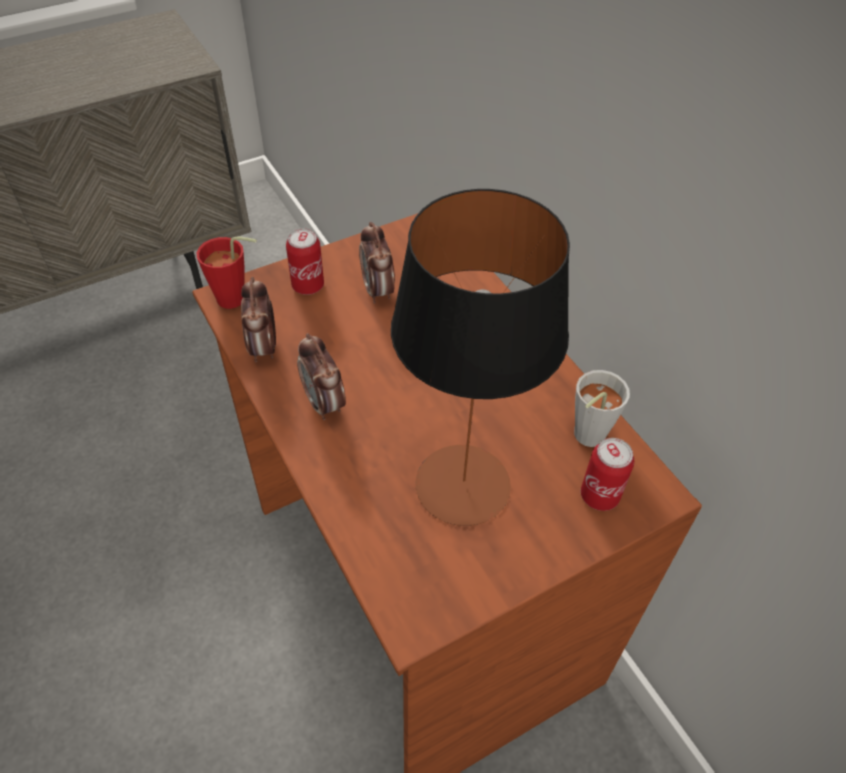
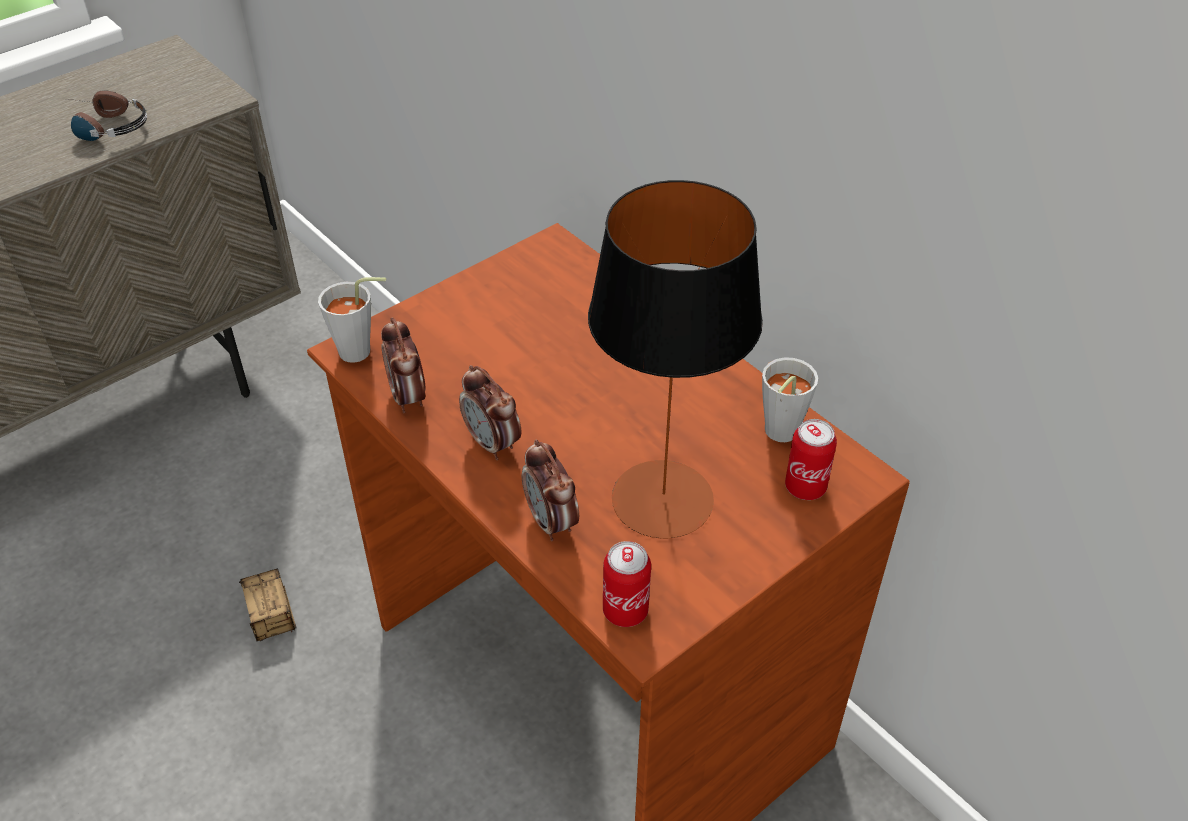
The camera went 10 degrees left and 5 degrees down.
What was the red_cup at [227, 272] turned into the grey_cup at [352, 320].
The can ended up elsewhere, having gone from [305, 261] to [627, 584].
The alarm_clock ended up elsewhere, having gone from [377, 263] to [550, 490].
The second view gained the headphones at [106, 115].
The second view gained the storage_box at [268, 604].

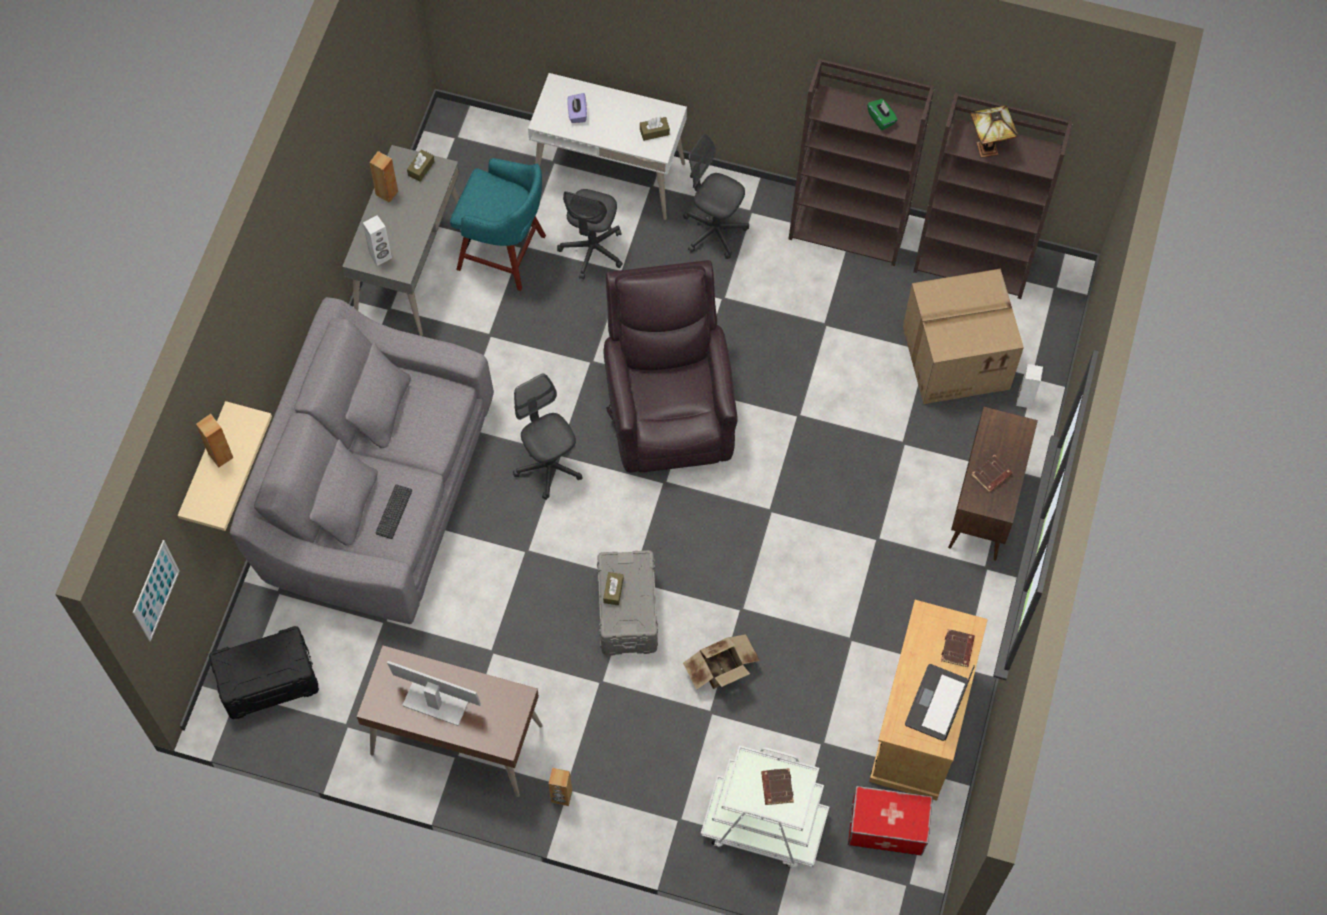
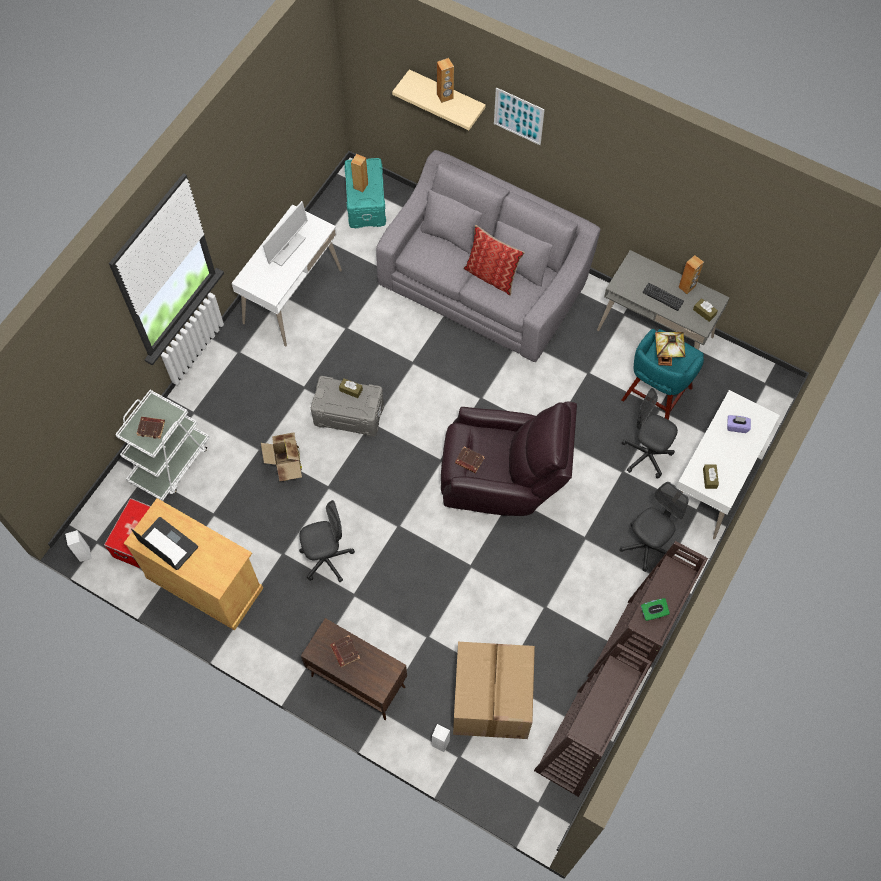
The camera went 105 degrees right and 0 degrees up.
The picture ended up elsewhere, having gone from [156, 591] to [519, 116].
What was the black_storage_box at [264, 672] turned into the turquoise_storage_box at [365, 193].
What was the brown_desk at [450, 721] turned into the white_desk at [287, 275].
The white_speaker ended up elsewhere, having gone from [377, 240] to [78, 546].
The keyboard ended up elsewhere, having gone from [393, 511] to [663, 297].
The grey_office_chair ended up elsewhere, having gone from [548, 436] to [327, 541].
The brown_speaker ended up elsewhere, having gone from [560, 787] to [359, 173].
The brown_book ended up elsewhere, having gone from [958, 648] to [470, 460].
The table_lamp ended up elsewhere, having gone from [994, 131] to [670, 349].
The second view gained the pillow at [494, 260].

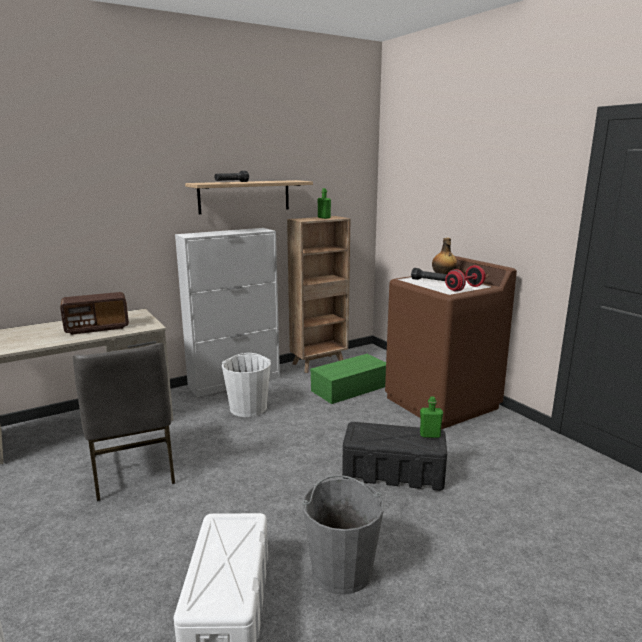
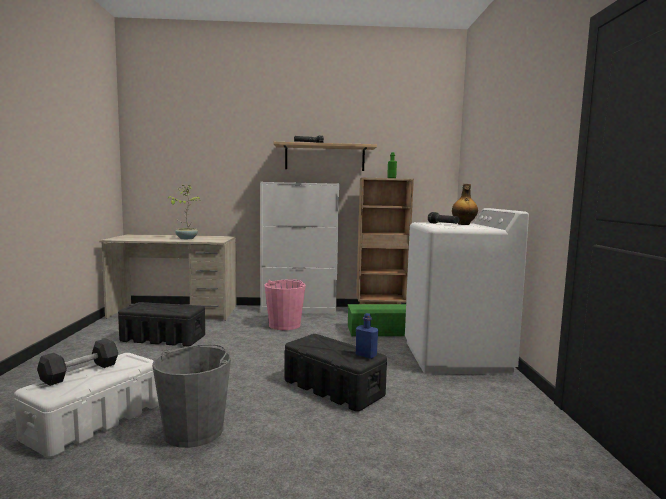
The camera went 30 degrees right and 10 degrees down.
Where the radio stood at [94, 313], the potted_plant came to stand at [184, 212].
Where the grey_chair stood at [124, 422], the black_storage_box came to stand at [161, 324].
What was the white_bucket at [246, 385] turned into the pink_bucket at [285, 304].
What was the brown_washing_machine at [451, 342] turned into the white_washing_machine at [467, 291].
What was the green_bottle at [431, 417] turned into the blue_bottle at [367, 336].
The second view lost the red_dumbbell at [465, 278].
The second view gained the black_dumbbell at [77, 362].

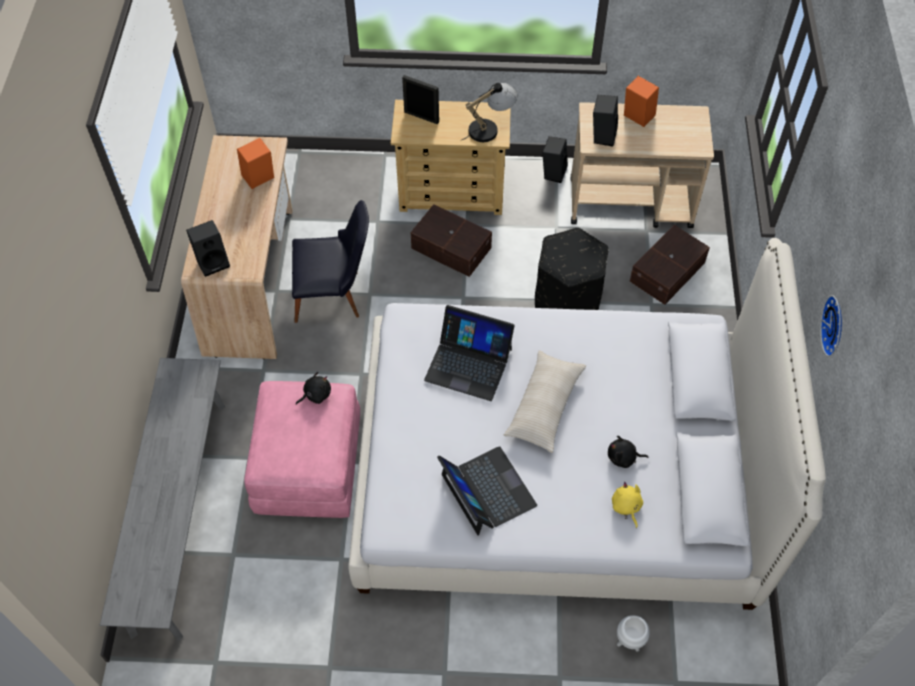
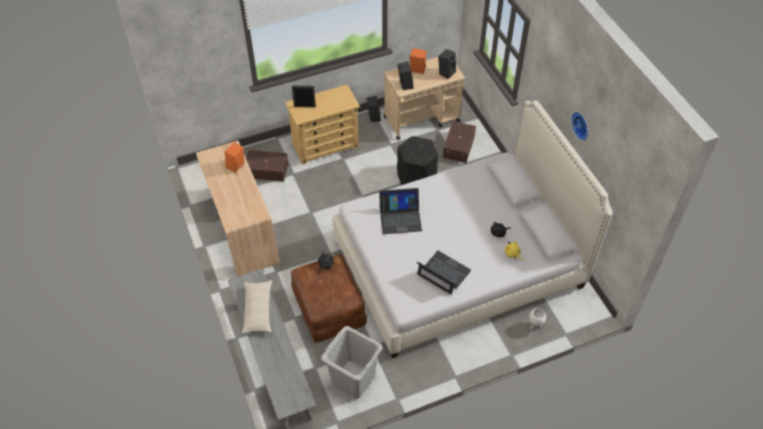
The camera went 25 degrees left and 5 degrees down.
The black_speaker ended up elsewhere, having gone from [208, 248] to [447, 64].
What was the pink_ottoman at [302, 449] turned into the brown_ottoman at [329, 298].
The second view lost the black_chair at [330, 261].
The brown_storage_box ended up elsewhere, having gone from [451, 240] to [267, 165].
The second view lost the table_lamp at [488, 112].
The beige_pillow ended up elsewhere, having gone from [545, 401] to [257, 306].
The second view gained the grey_laundry_basket at [352, 362].

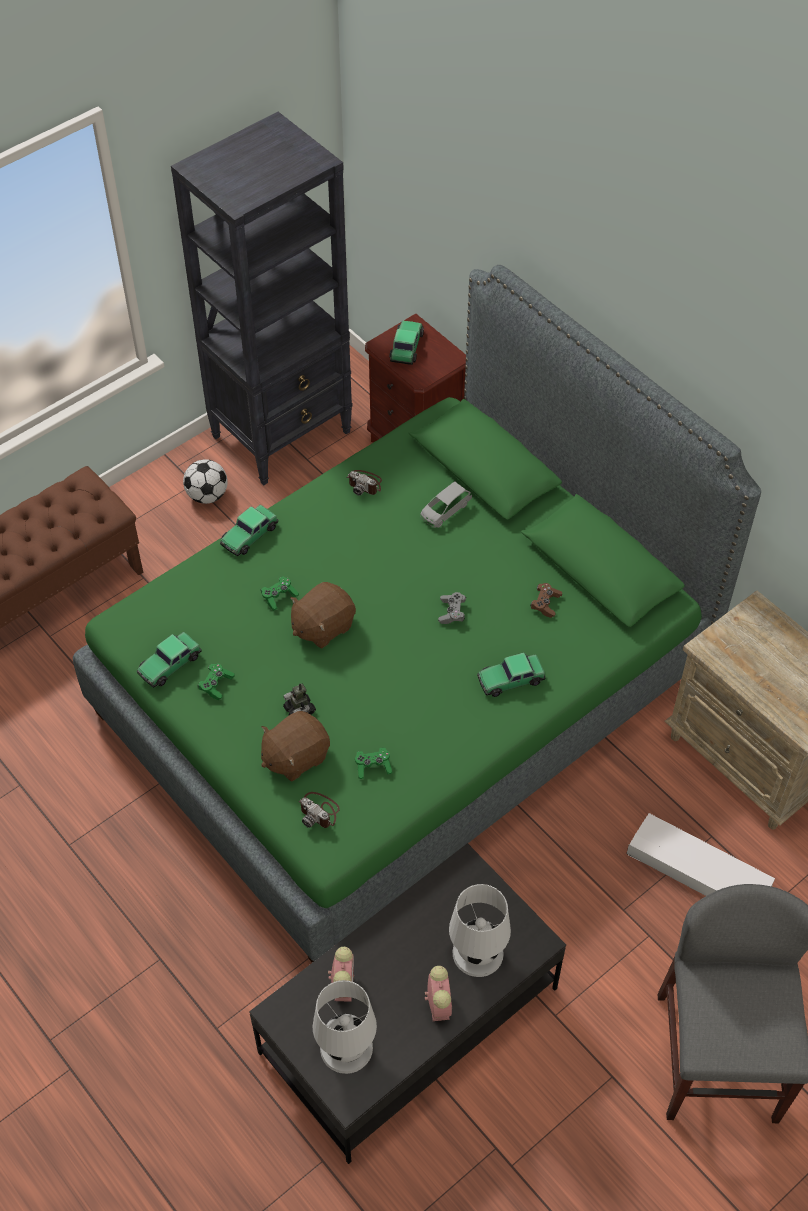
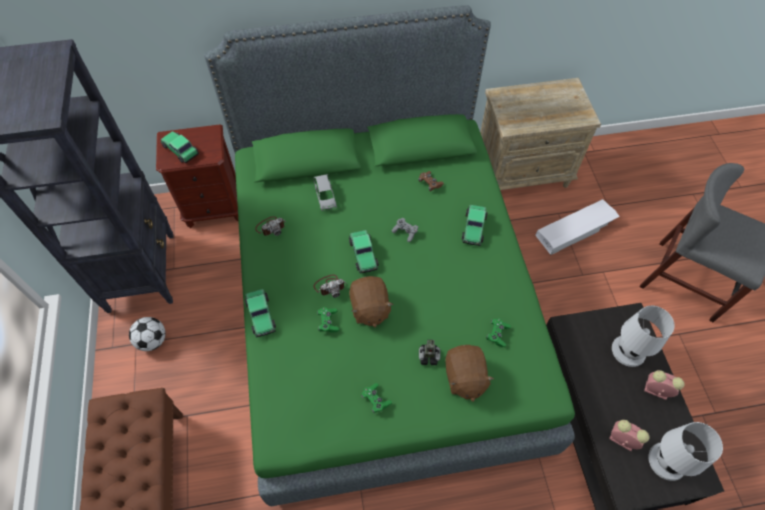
The camera went 60 degrees left and 5 degrees up.
The toy_car ended up elsewhere, having gone from [169, 660] to [364, 252].
The photo_camera ended up elsewhere, having gone from [319, 810] to [330, 286].

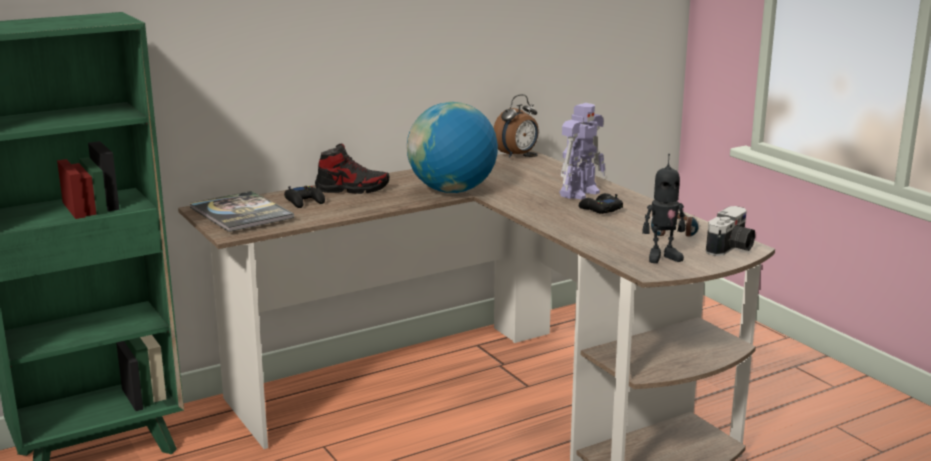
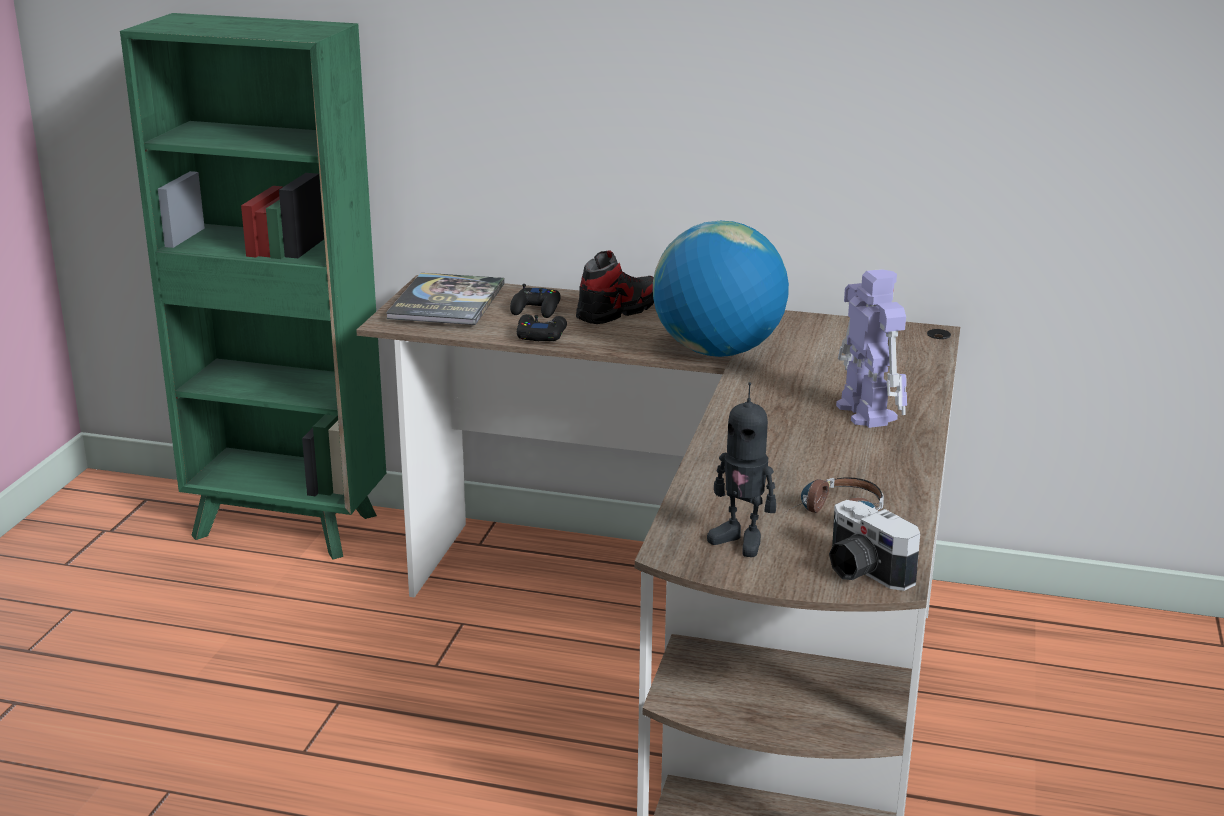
The camera went 45 degrees right and 5 degrees up.
The shoe at [352, 169] ended up facing another way, 90 degrees counterclockwise from before.
The second view lost the alarm_clock at [516, 126].
The toy_robot at [582, 151] ended up facing another way, 105 degrees counterclockwise from before.
The black_game_controller ended up elsewhere, having gone from [601, 203] to [542, 327].
The photo_camera at [730, 231] ended up facing another way, 60 degrees clockwise from before.

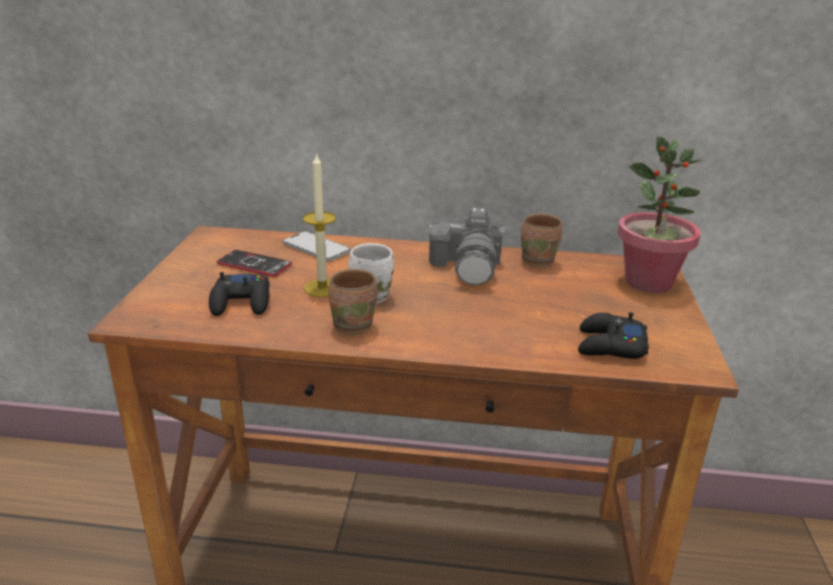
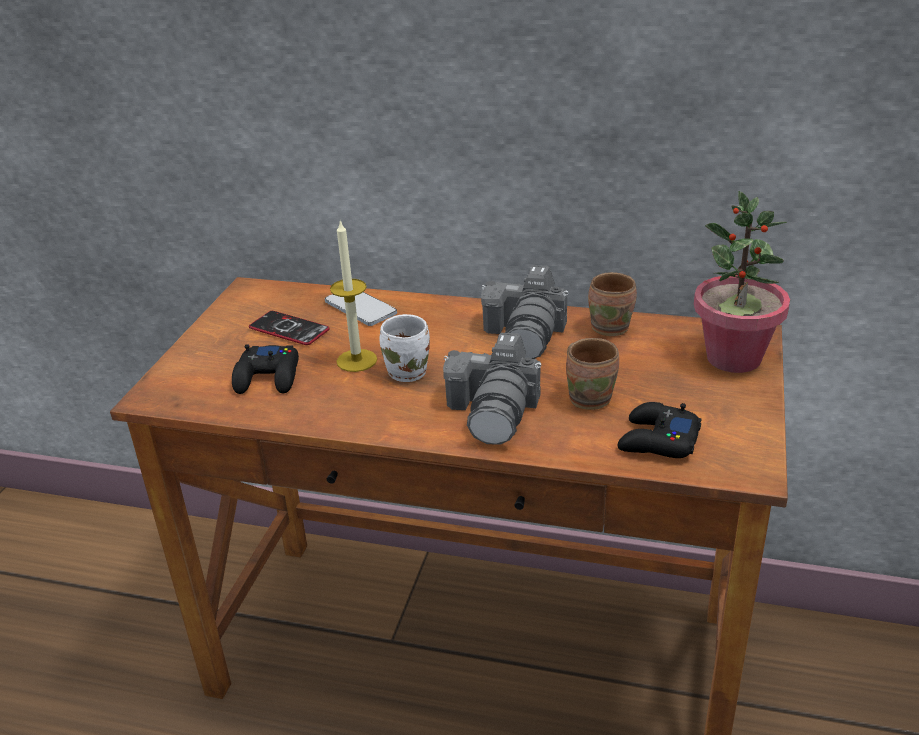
The camera went 10 degrees right and 5 degrees up.
The brown_mug ended up elsewhere, having gone from [353, 302] to [592, 374].
The second view gained the photo_camera at [492, 388].

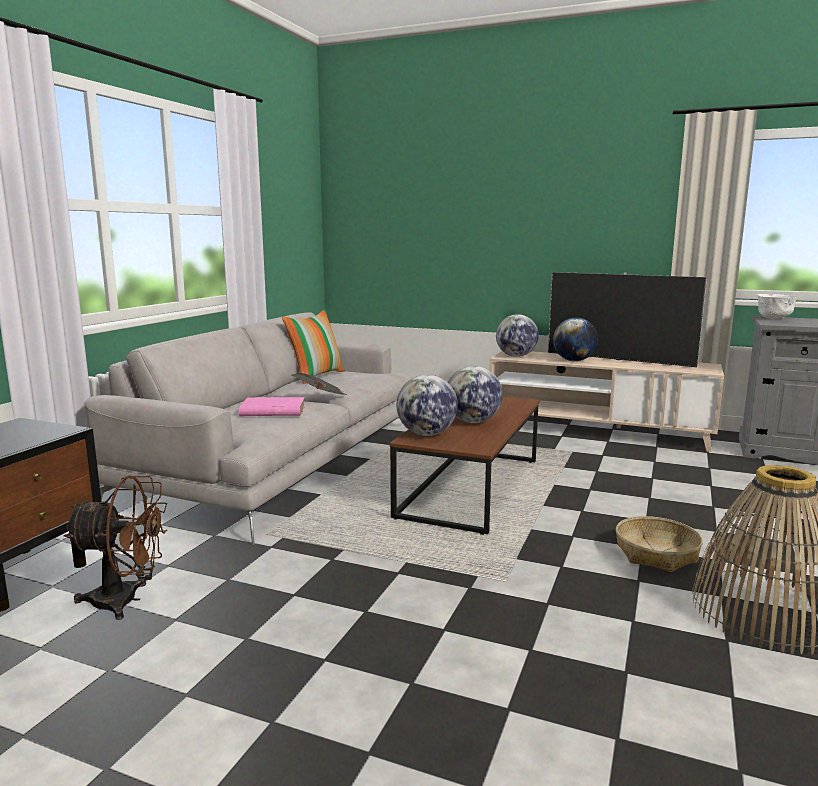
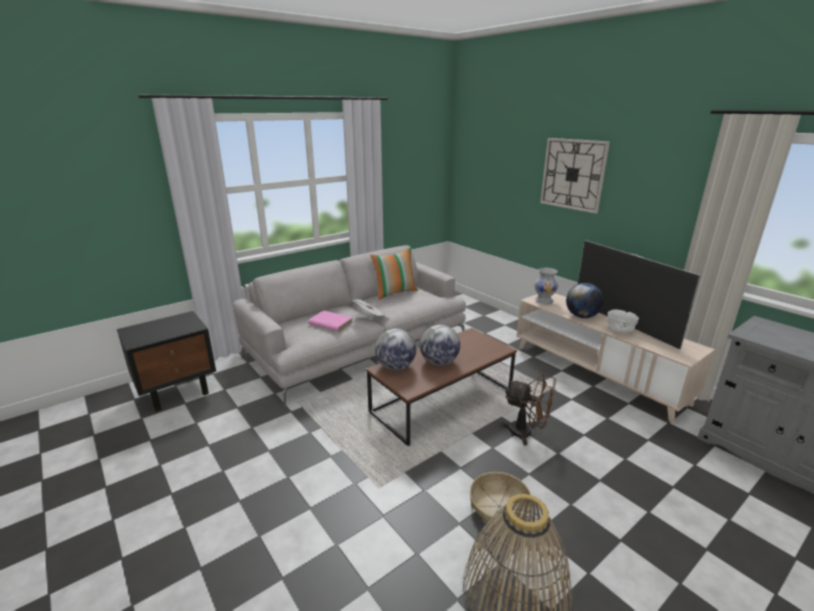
The camera went 30 degrees right and 10 degrees up.
The brown_fan ended up elsewhere, having gone from [115, 547] to [528, 409].
Where the globe stood at [517, 335], the white_vase came to stand at [546, 286].
The white_bowl ended up elsewhere, having gone from [777, 306] to [623, 322].
The second view gained the wall_clock at [575, 176].

